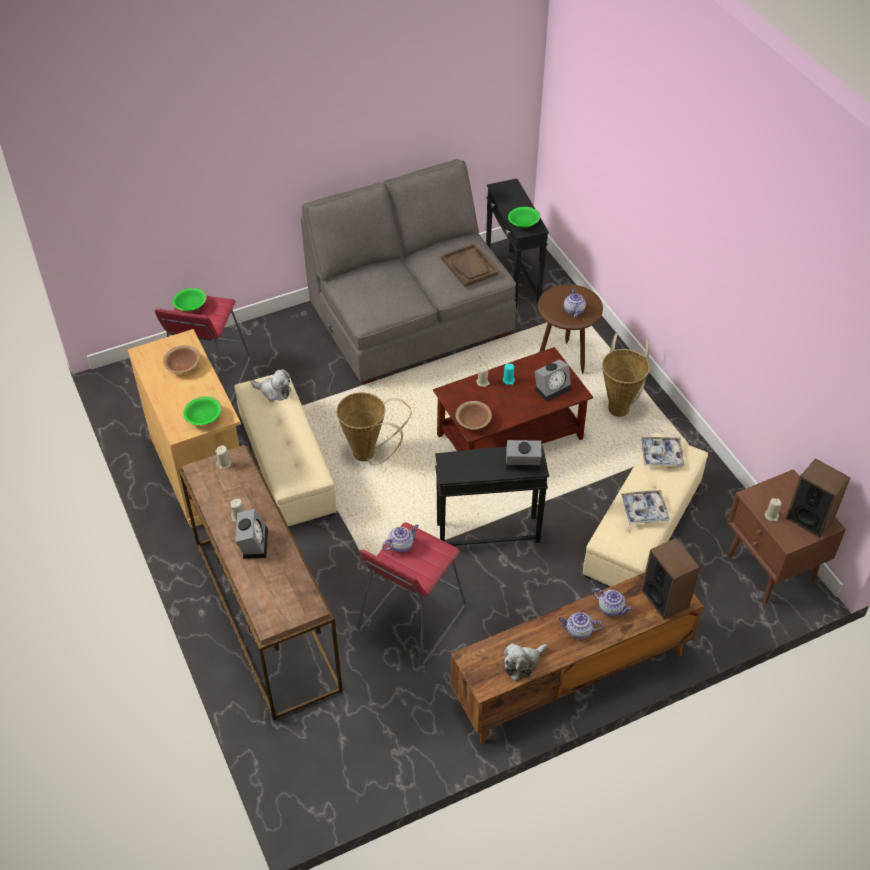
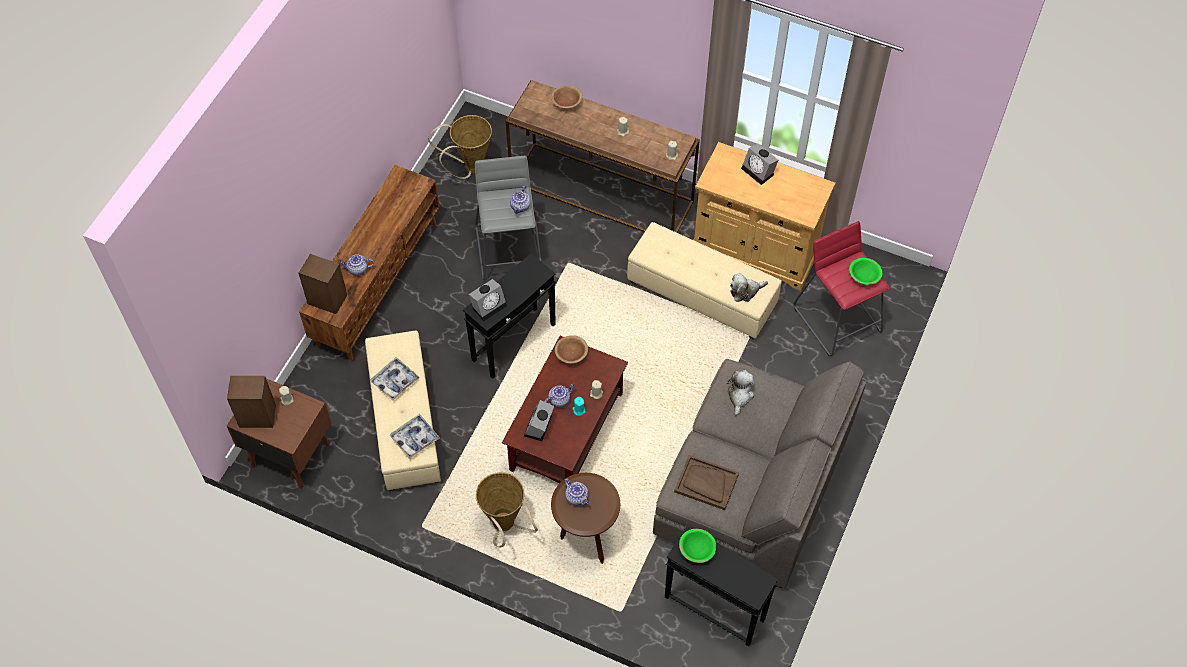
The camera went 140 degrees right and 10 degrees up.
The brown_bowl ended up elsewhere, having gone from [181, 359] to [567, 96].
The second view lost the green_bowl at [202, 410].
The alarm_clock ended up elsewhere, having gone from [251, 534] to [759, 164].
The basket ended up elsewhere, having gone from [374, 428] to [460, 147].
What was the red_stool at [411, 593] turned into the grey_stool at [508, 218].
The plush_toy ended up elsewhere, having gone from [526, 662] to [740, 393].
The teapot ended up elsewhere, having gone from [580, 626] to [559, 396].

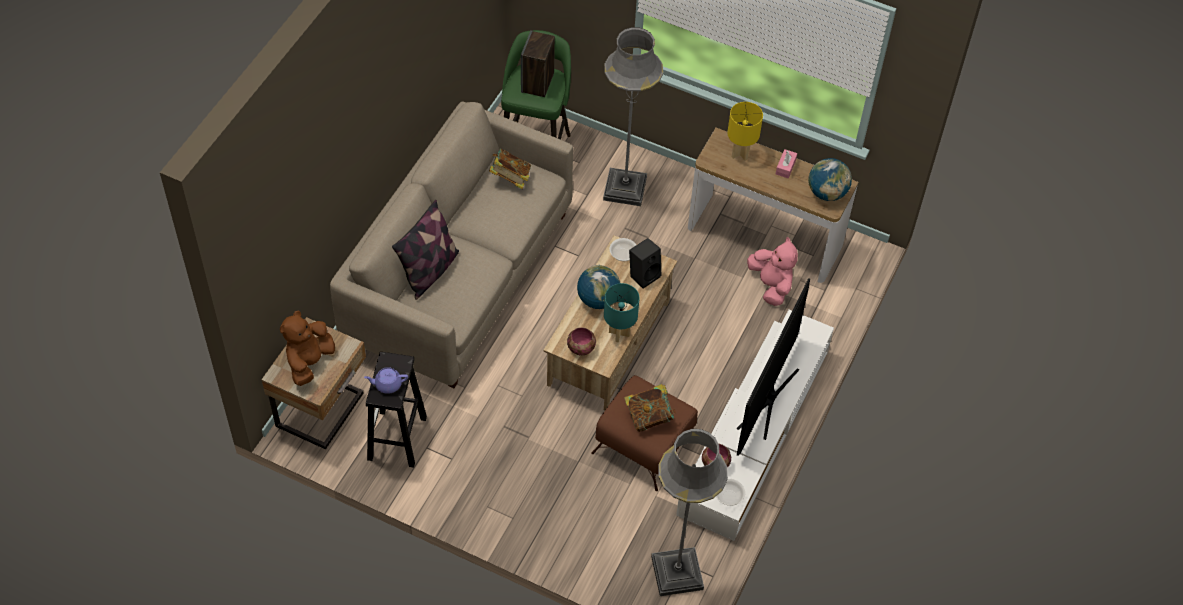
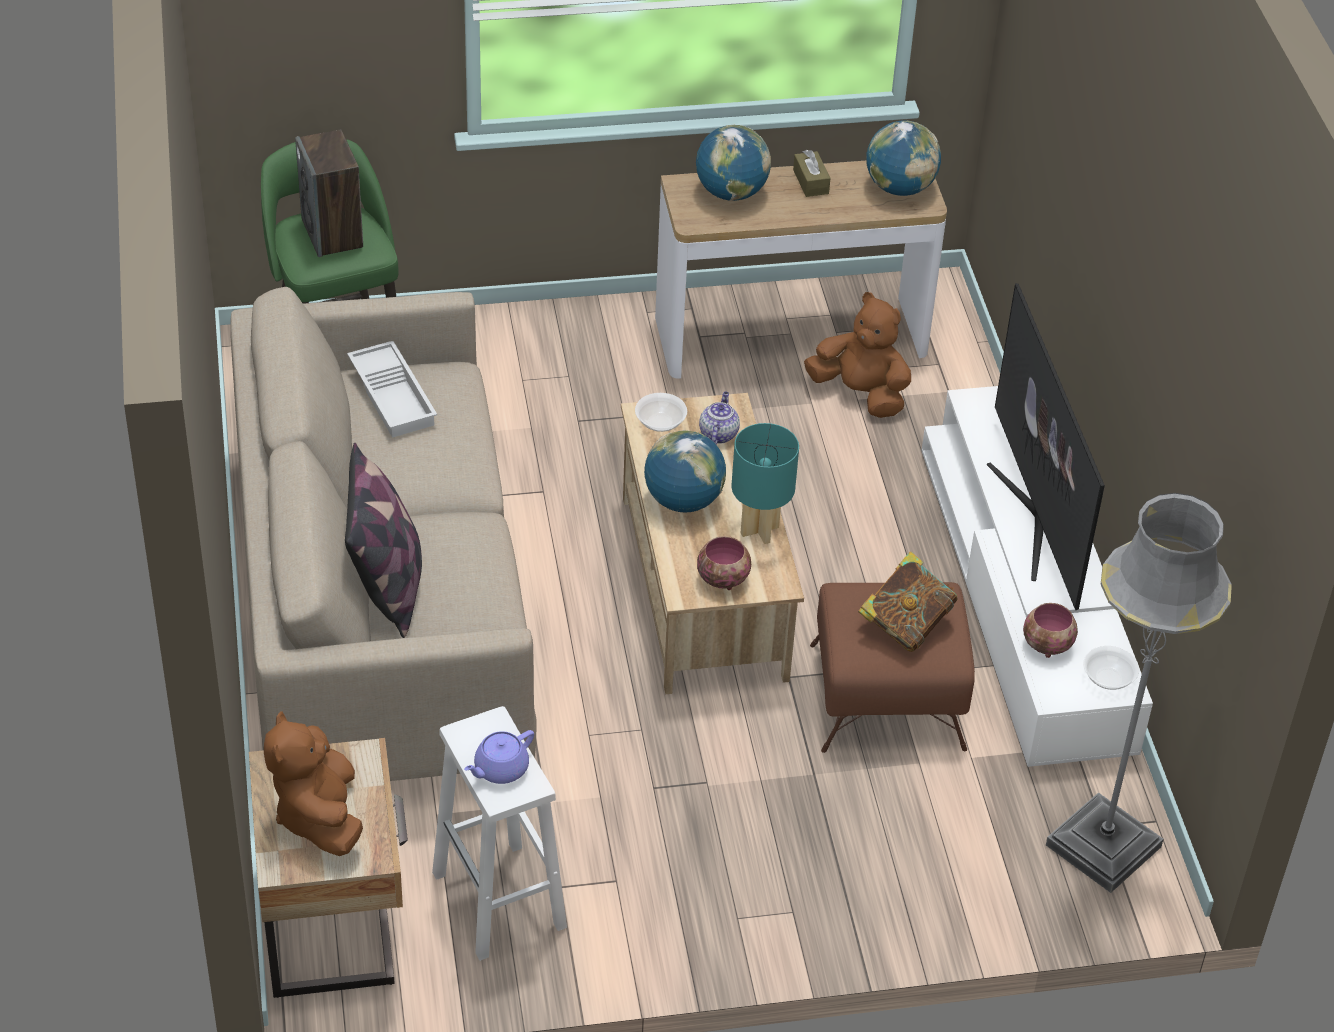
The camera went 35 degrees left and 10 degrees down.
What was the black_stool at [396, 409] turned into the white_stool at [499, 833].
Where the book stood at [510, 169], the white_tray came to stand at [392, 389].
The second view lost the grey_floor_lamp at [633, 116].
Where the black_speaker stood at [645, 263], the teapot came to stand at [719, 418].
Where the yellow_table_lamp stood at [745, 131], the globe came to stand at [733, 163].
What was the pink_plush_toy at [772, 271] turned into the brown_plush_toy at [857, 355].
What was the pink_tissue_box at [786, 163] turned into the brown_tissue_box at [811, 173].

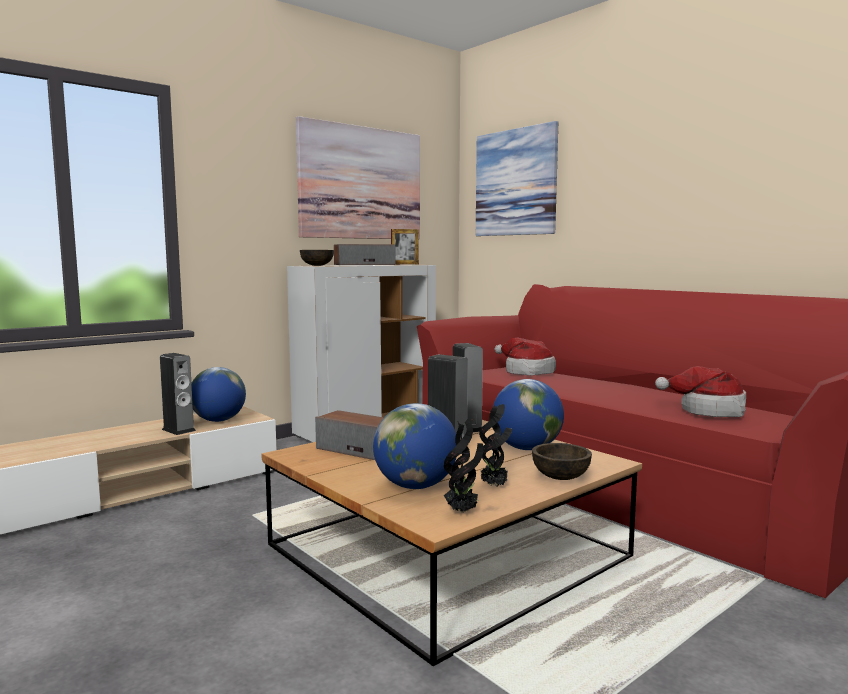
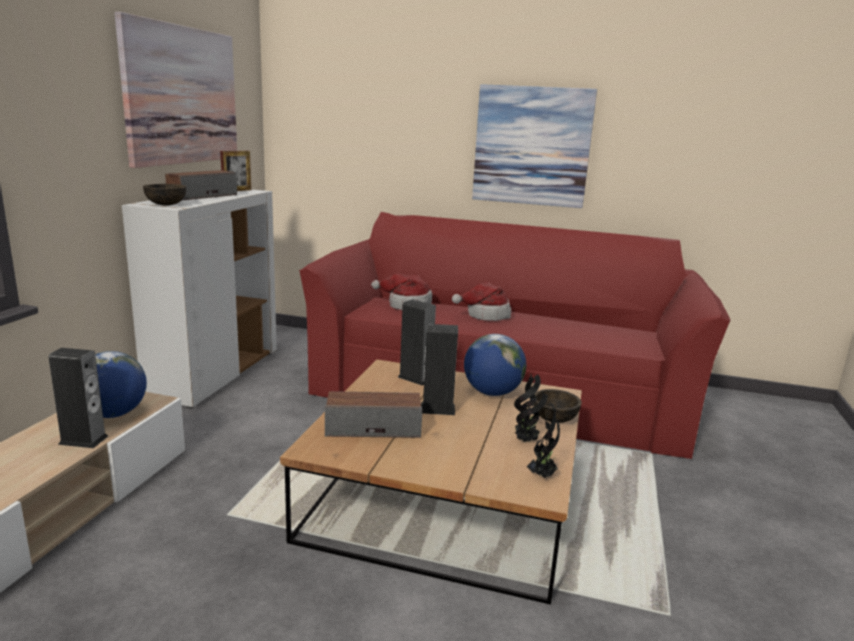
The camera went 35 degrees left and 10 degrees up.
The second view lost the globe at [414, 446].
The picture ended up elsewhere, having gone from [517, 178] to [534, 146].
The hat ended up elsewhere, having gone from [700, 391] to [482, 302].

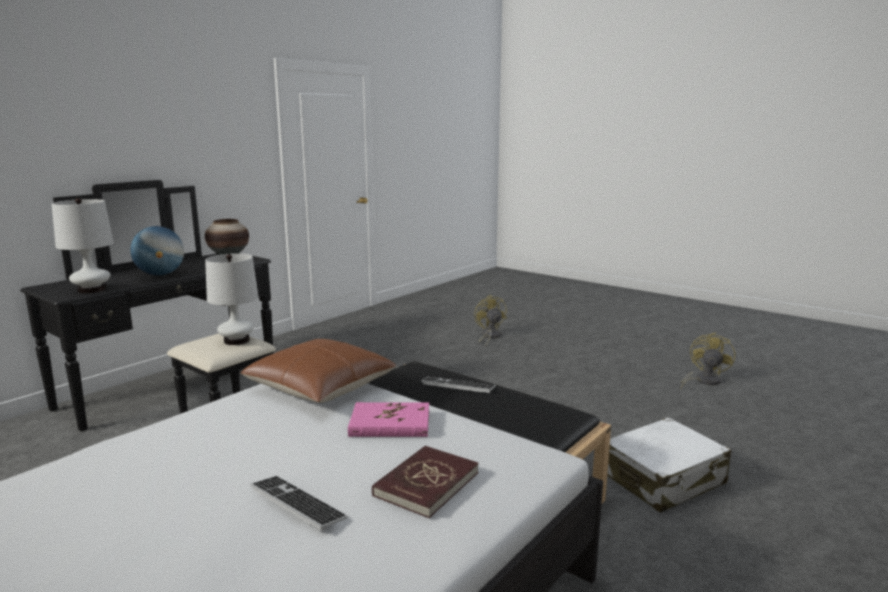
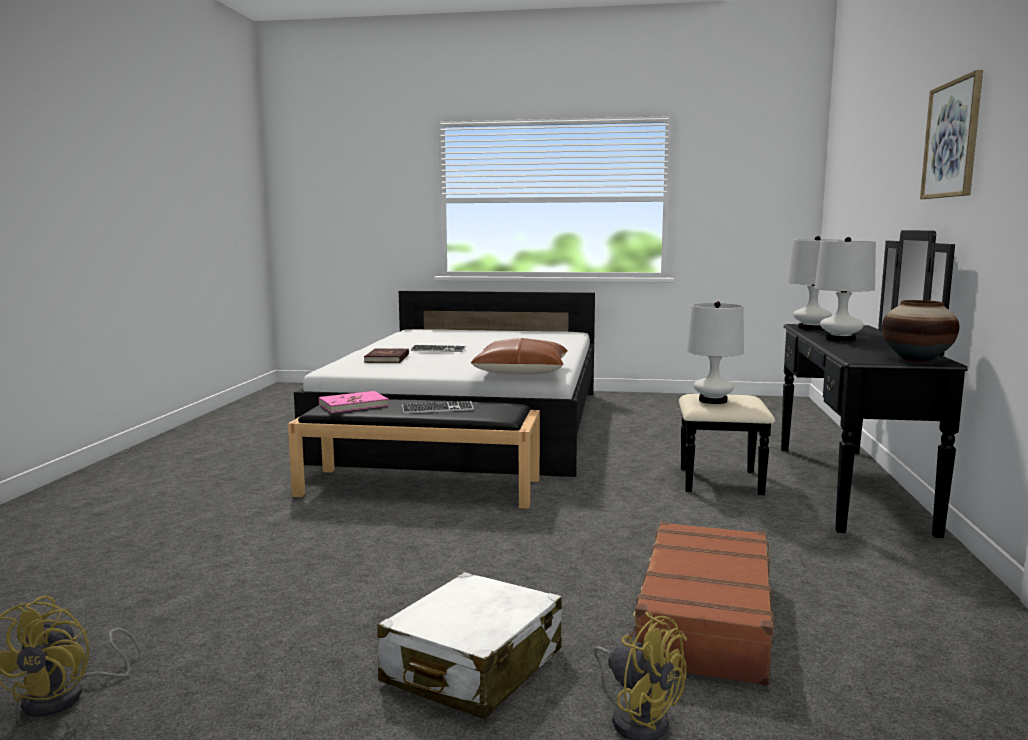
The camera went 150 degrees right and 5 degrees down.
Where the globe stood at [157, 250], the white_table_lamp came to stand at [845, 289].
The pink_book ended up elsewhere, having gone from [388, 419] to [354, 402].
The white_suitcase ended up elsewhere, having gone from [669, 465] to [469, 645].
The second view gained the brown_suitcase at [700, 603].
The second view gained the picture at [951, 134].

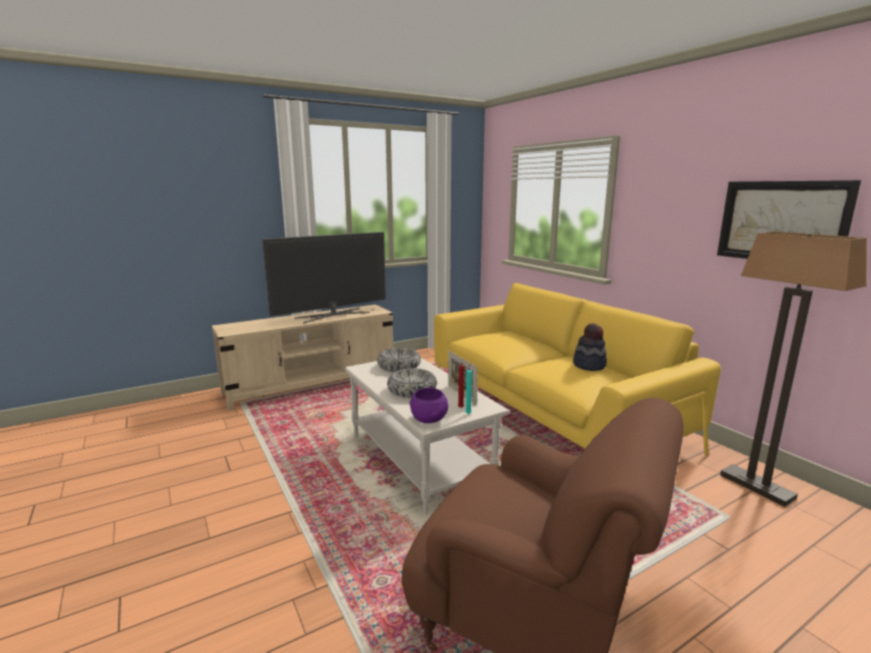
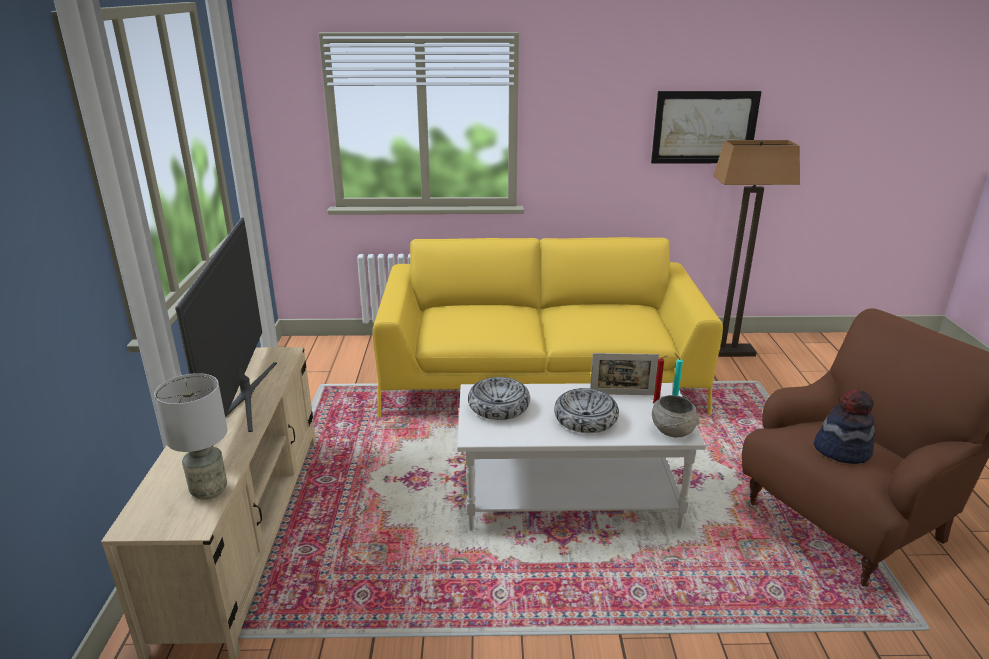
The camera went 60 degrees left and 10 degrees up.
What was the purple_bowl at [429, 405] turned into the grey_bowl at [675, 416].
The hat ended up elsewhere, having gone from [590, 347] to [844, 426].
The second view gained the grey_table_lamp at [190, 436].

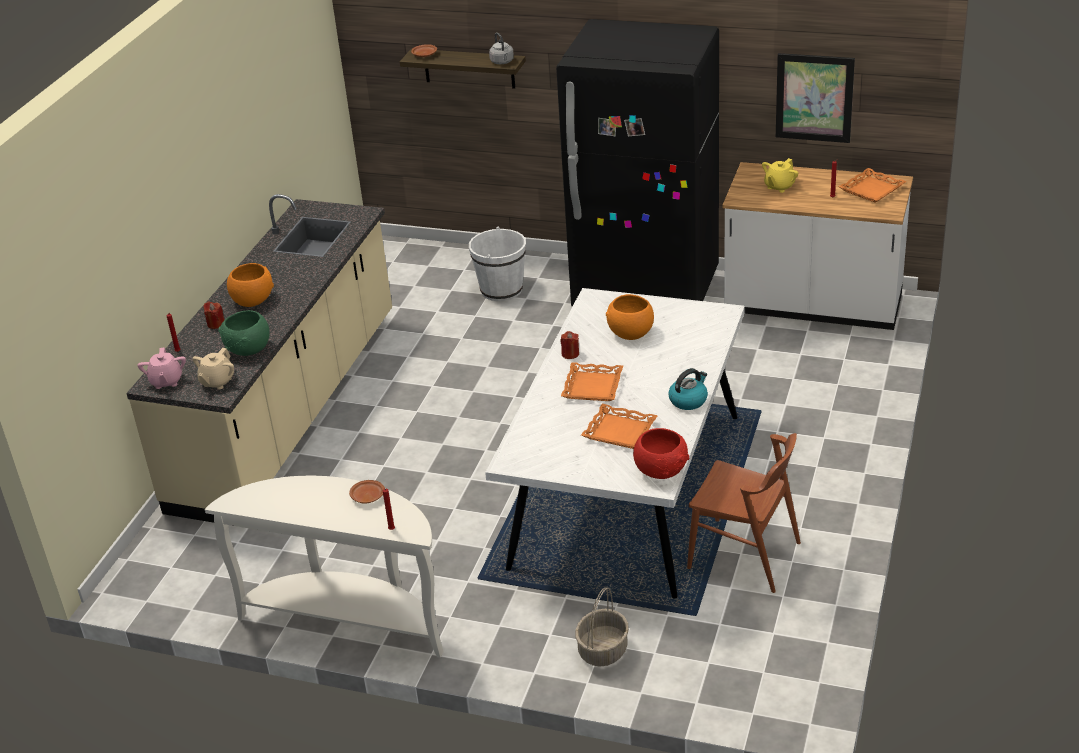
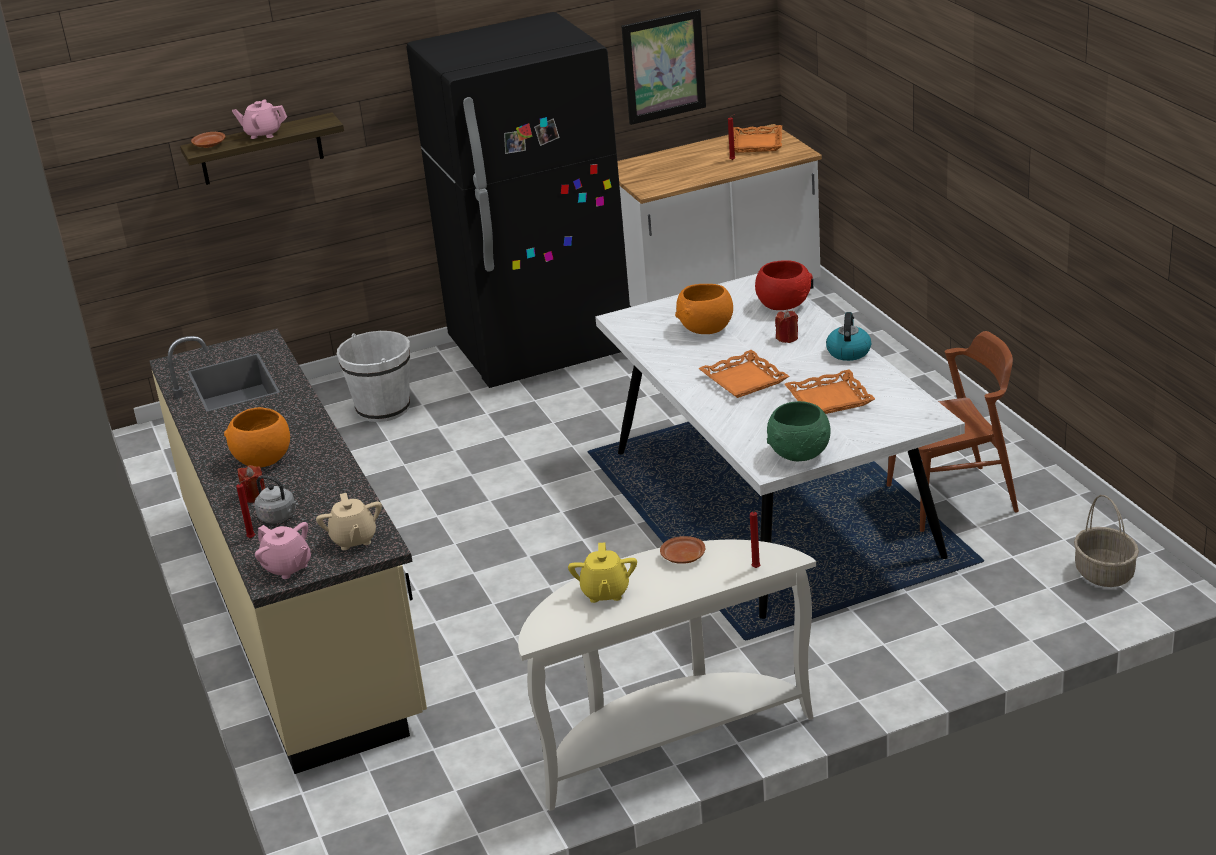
The camera went 40 degrees left and 5 degrees down.
The green_bowl ended up elsewhere, having gone from [244, 333] to [799, 431].
The grey_kettle ended up elsewhere, having gone from [501, 48] to [276, 499].
The red_candle ended up elsewhere, having gone from [569, 345] to [786, 326].
The basket ended up elsewhere, having gone from [602, 627] to [1106, 541].
The red_bowl ended up elsewhere, having gone from [661, 453] to [784, 285].
The yellow_teapot ended up elsewhere, having gone from [780, 175] to [602, 573].
The second view gained the pink_teapot at [259, 119].

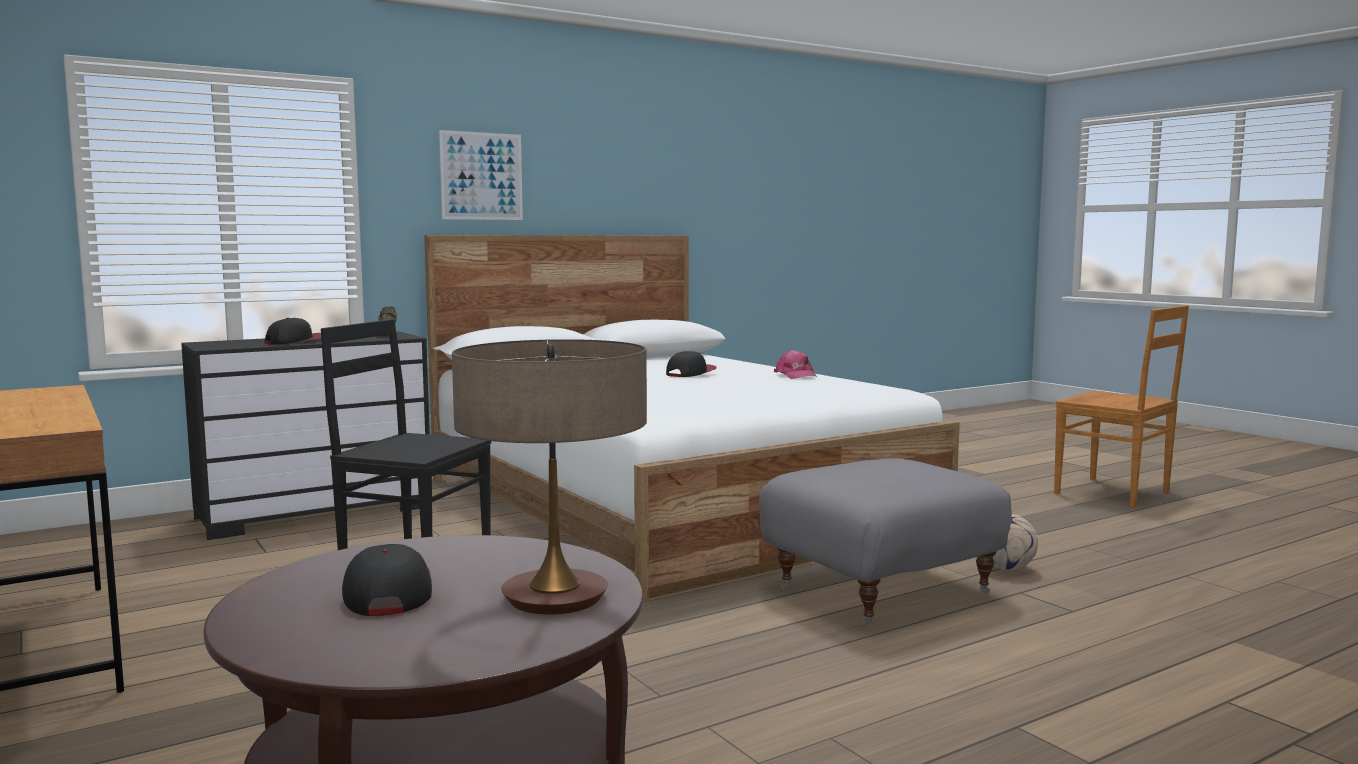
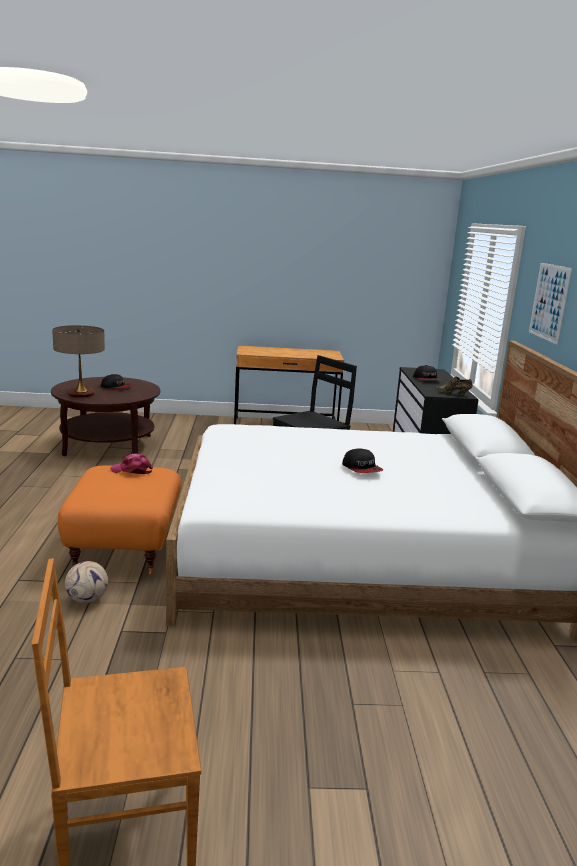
The camera went 120 degrees right and 10 degrees up.
What was the grey_ottoman at [885, 543] turned into the orange_ottoman at [119, 520].
The pink_cap ended up elsewhere, having gone from [796, 364] to [131, 464].

